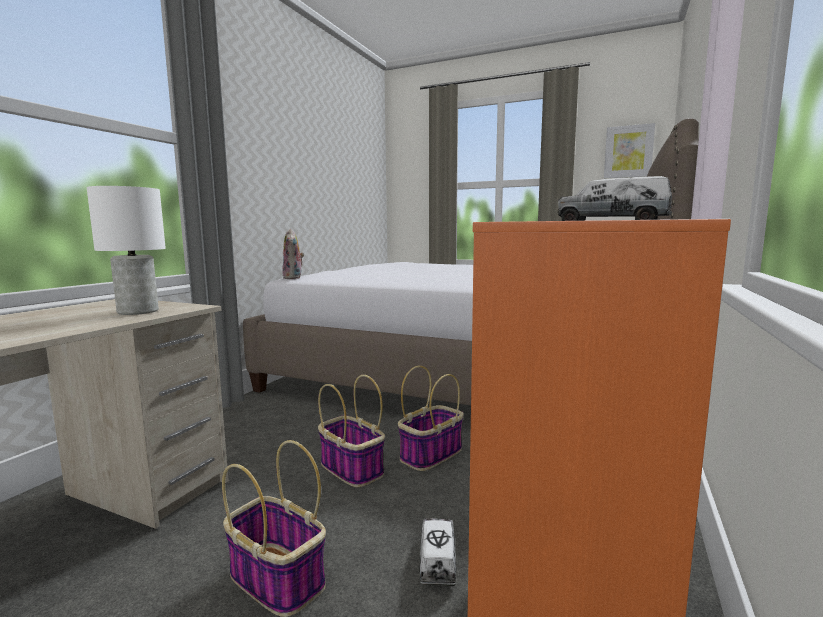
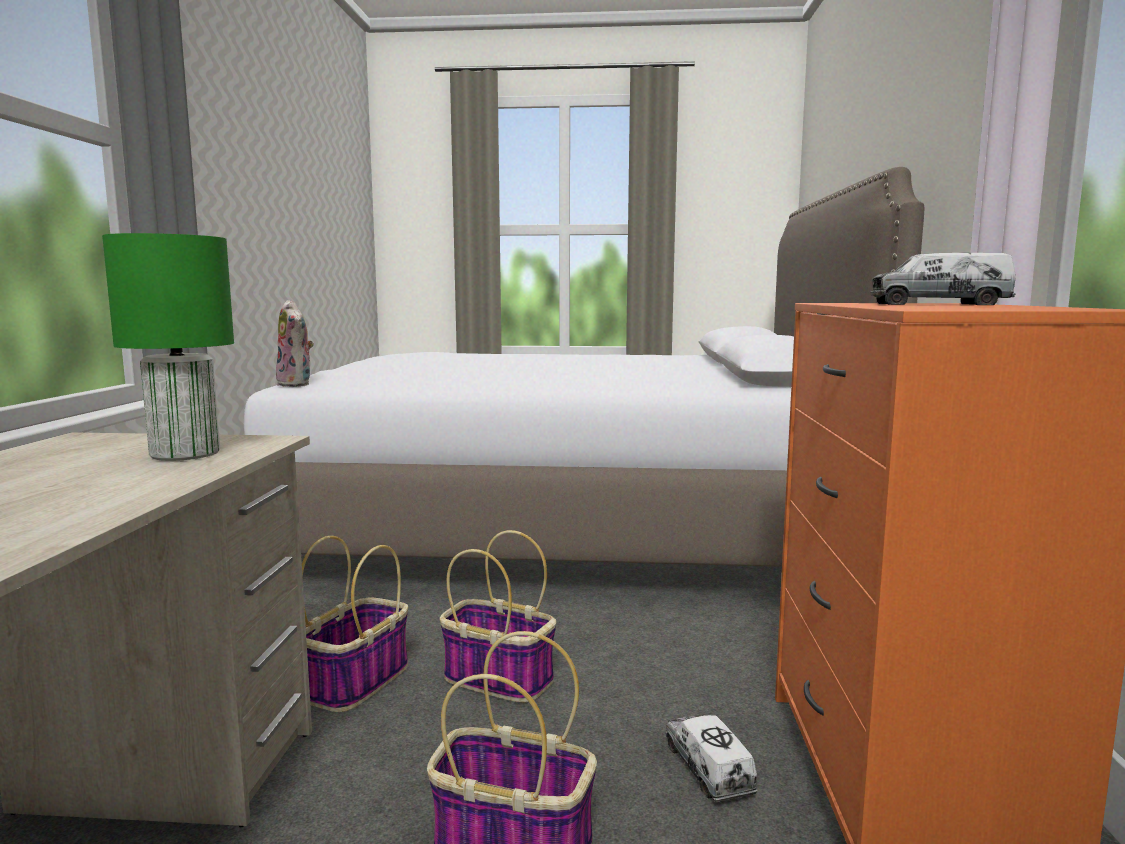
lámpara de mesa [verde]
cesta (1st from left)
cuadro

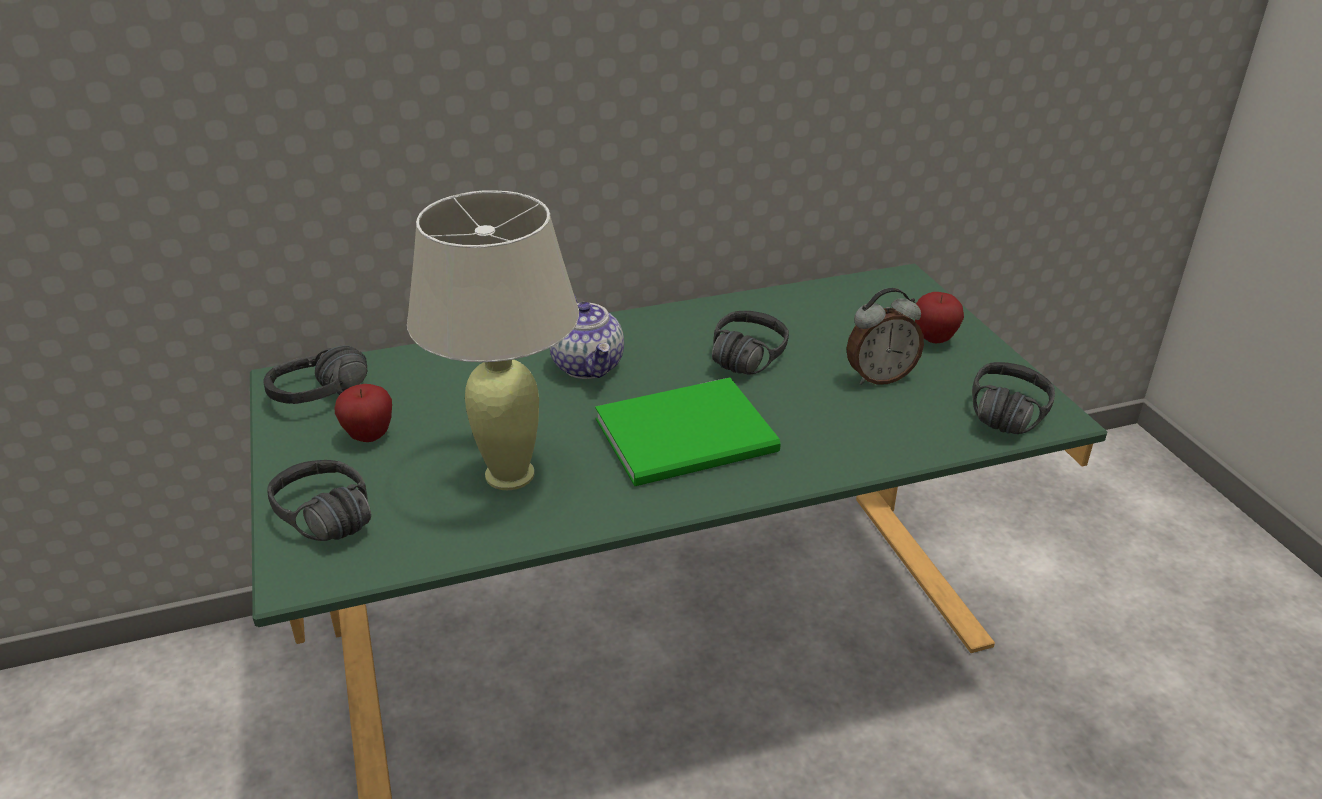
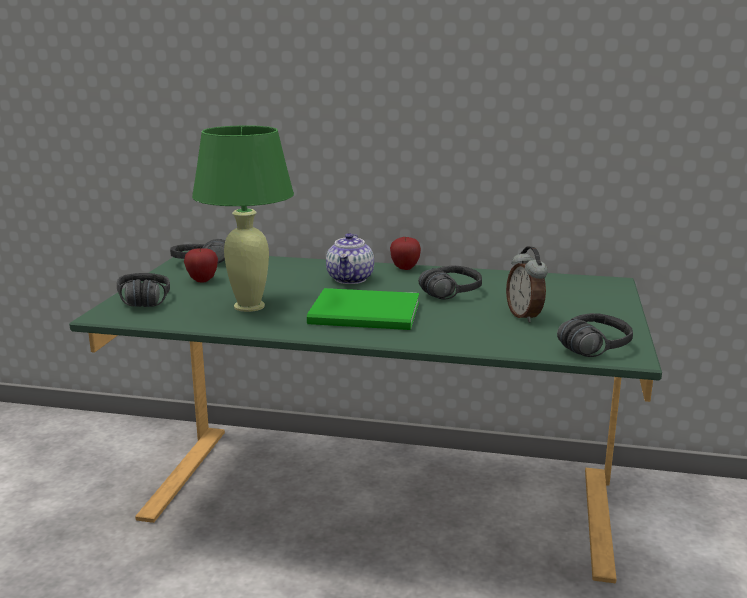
lámpara de mesa [verde]
manzana (2nd from left)
despertador

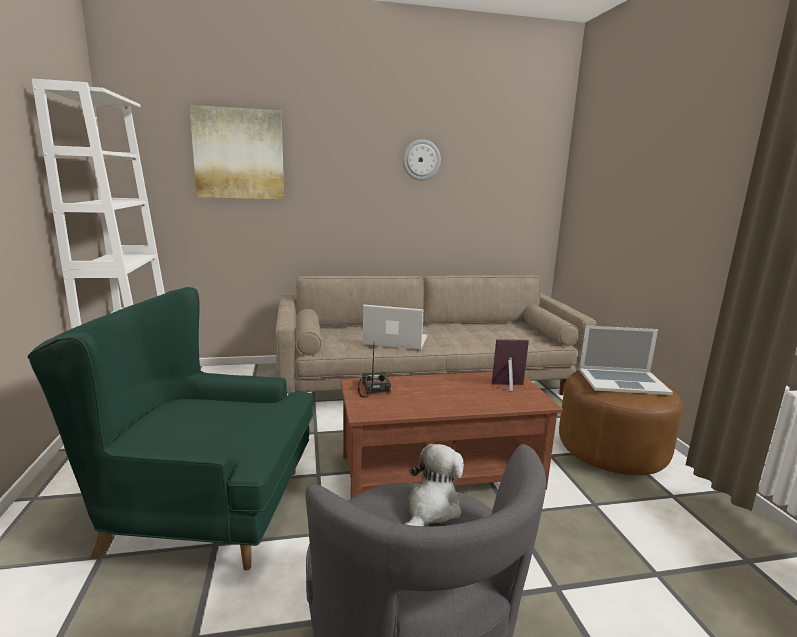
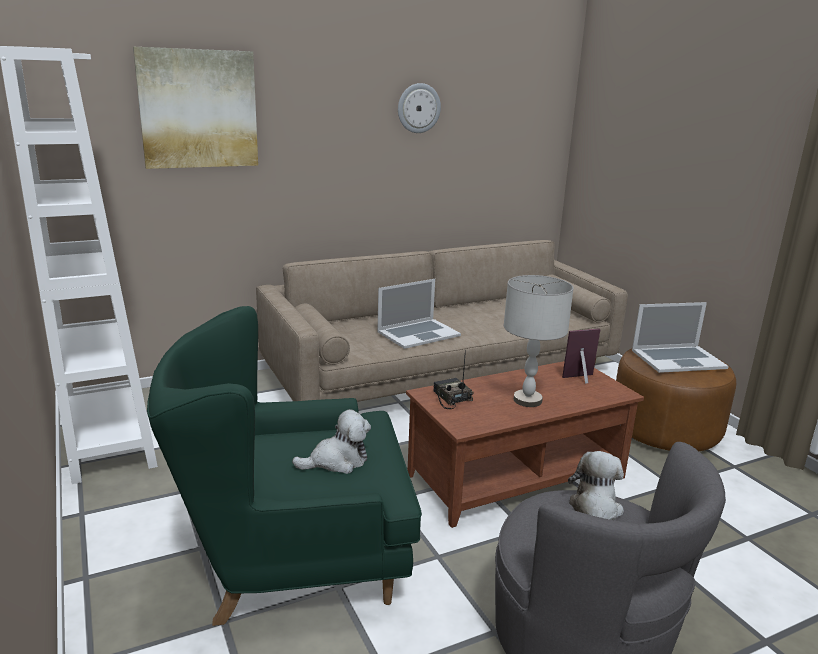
peluche (1st from left)
portátil (1st from left)
lámpara de mesa [gris]

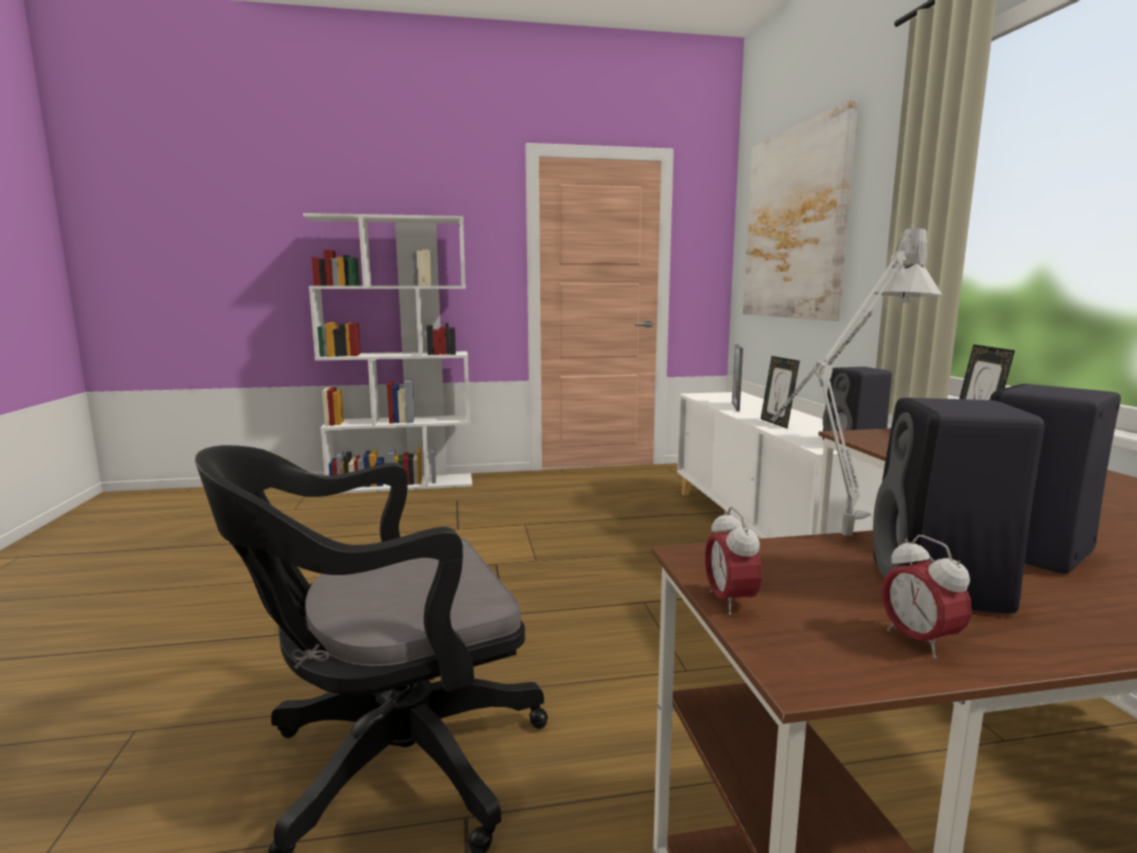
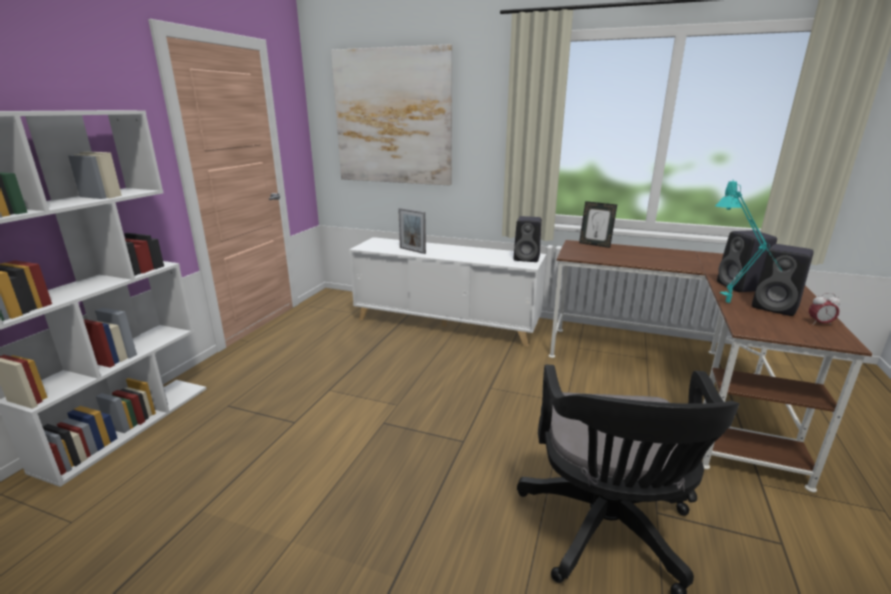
lámpara de mesa [turquesa]
despertador (1st from left in the first image)
portarretratos (2nd from left in the first image)

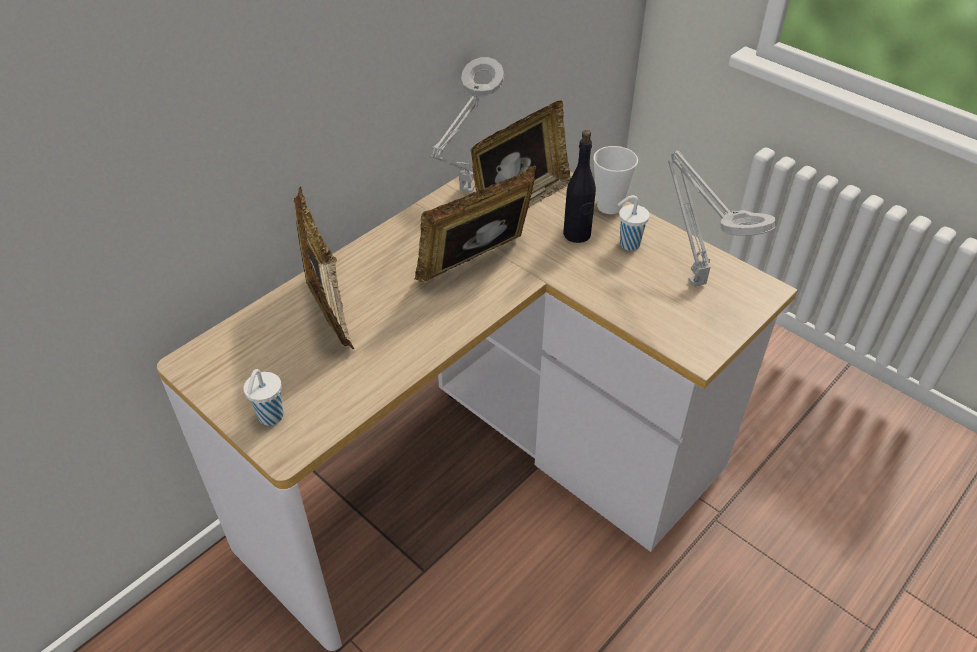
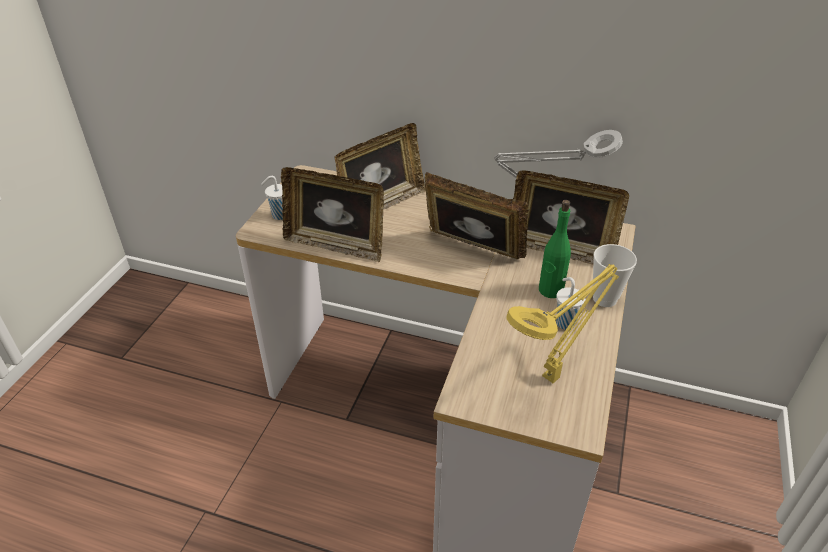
portarretratos (1st from left)
lámpara de mesa [amarillo]
botella [verde]

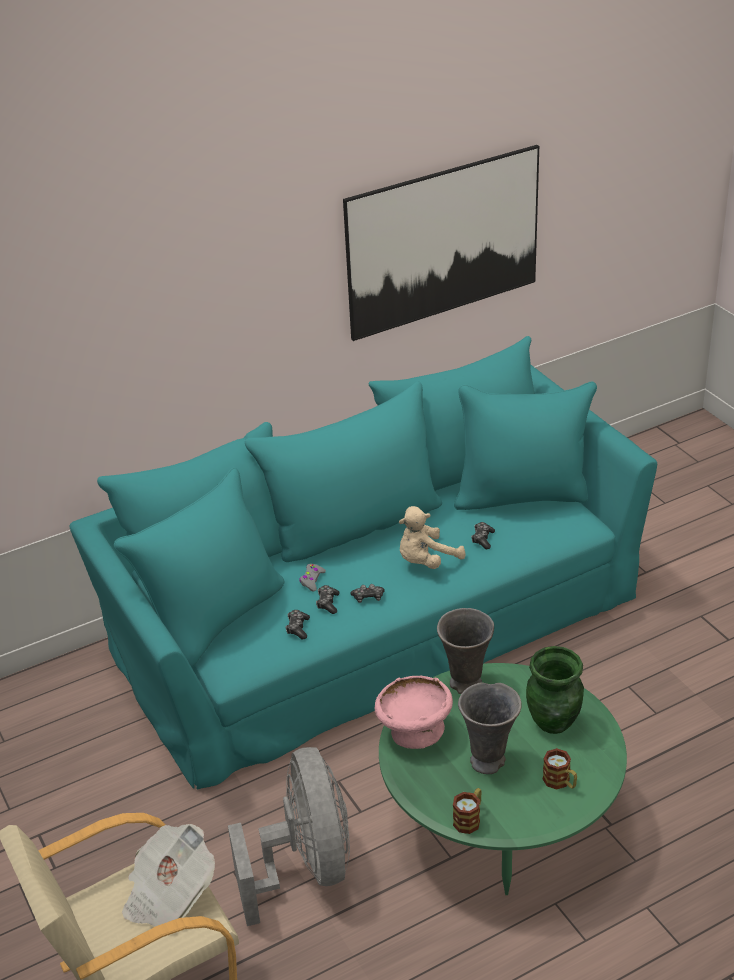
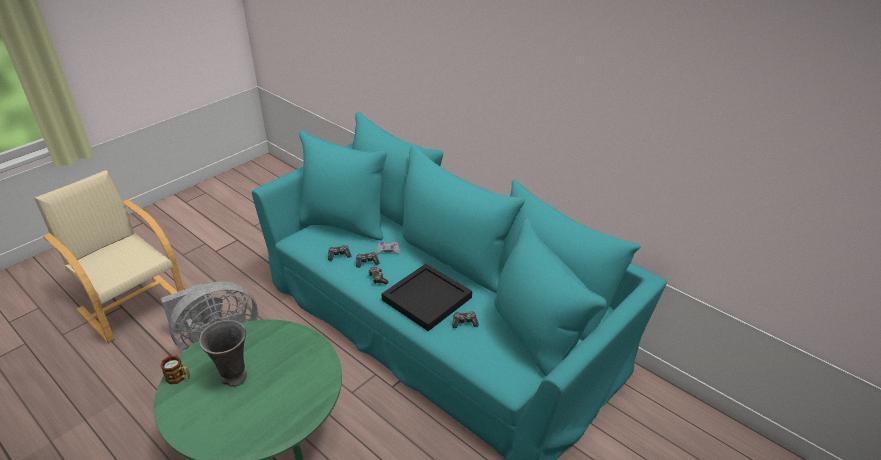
bandeja [negro]
periódico
cuadro
cuenco [rosa]
florero [gris] (1st from left in the first image)
florero [verde]
taza grande (2nd from left in the first image)

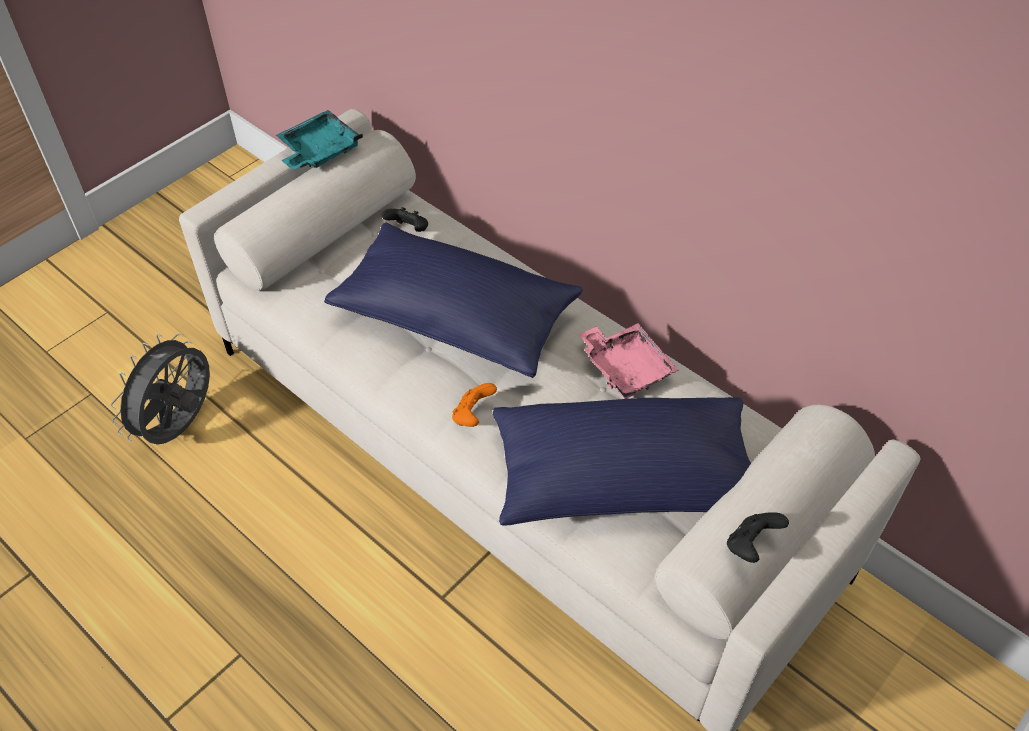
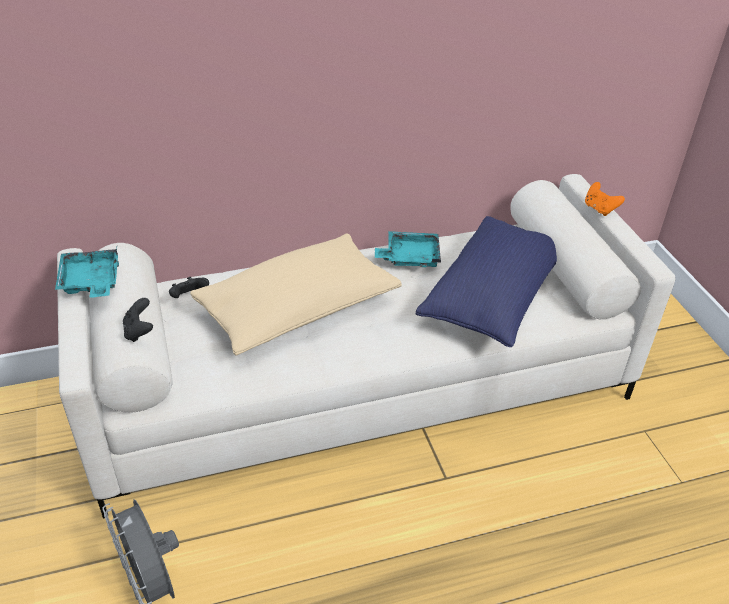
mando de consola [negro] (1st from left)
cojín [beis]
bandeja [turquesa] (2nd from left)
mando de consola [naranja]

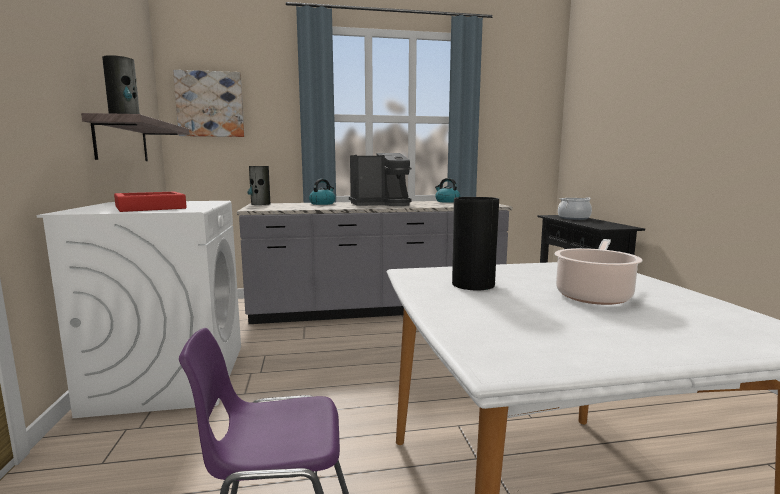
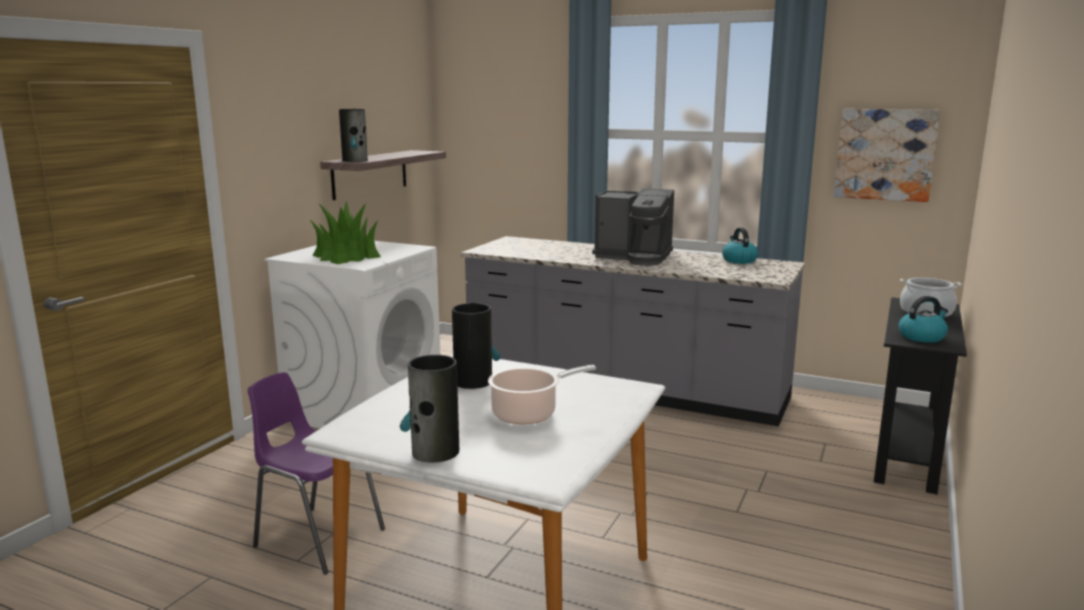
planta en maceta
florero (2nd from left)
cuadro
hervidor (2nd from left)

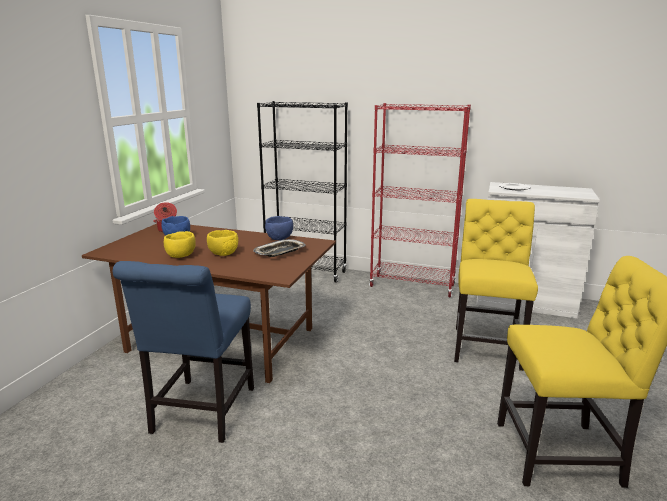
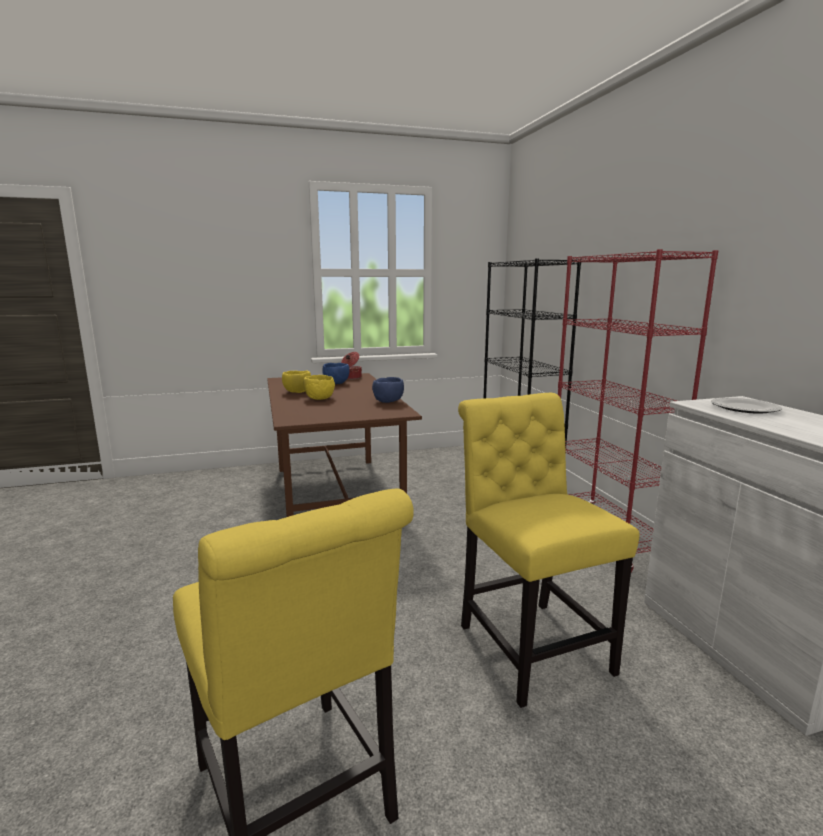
silla [amarillo] (2nd from left)
silla [azul]
bandeja

